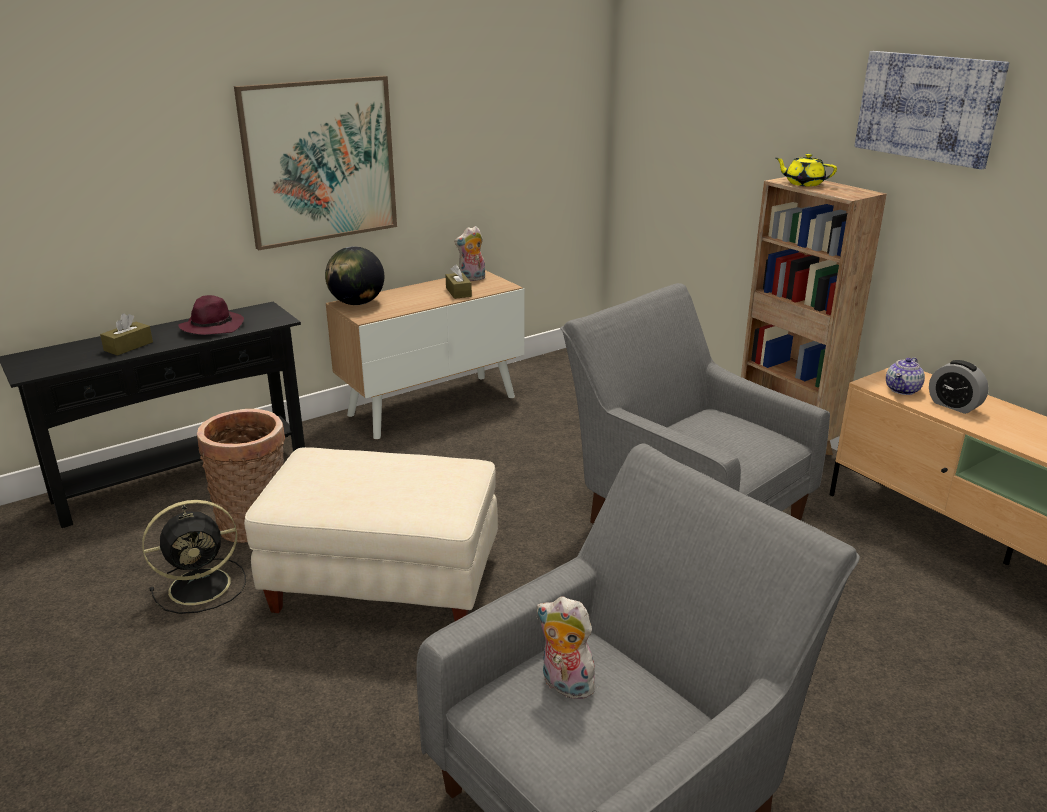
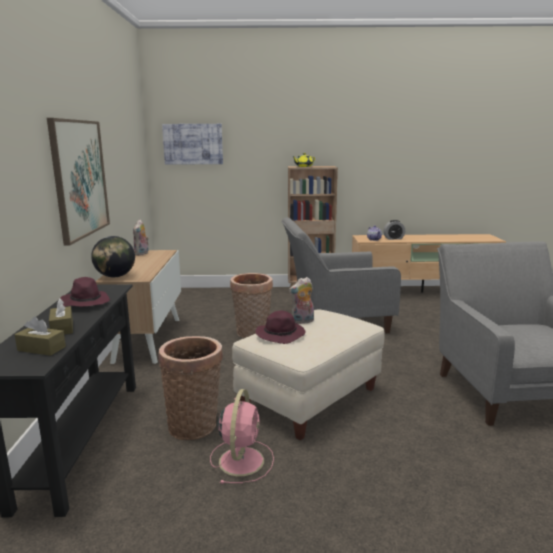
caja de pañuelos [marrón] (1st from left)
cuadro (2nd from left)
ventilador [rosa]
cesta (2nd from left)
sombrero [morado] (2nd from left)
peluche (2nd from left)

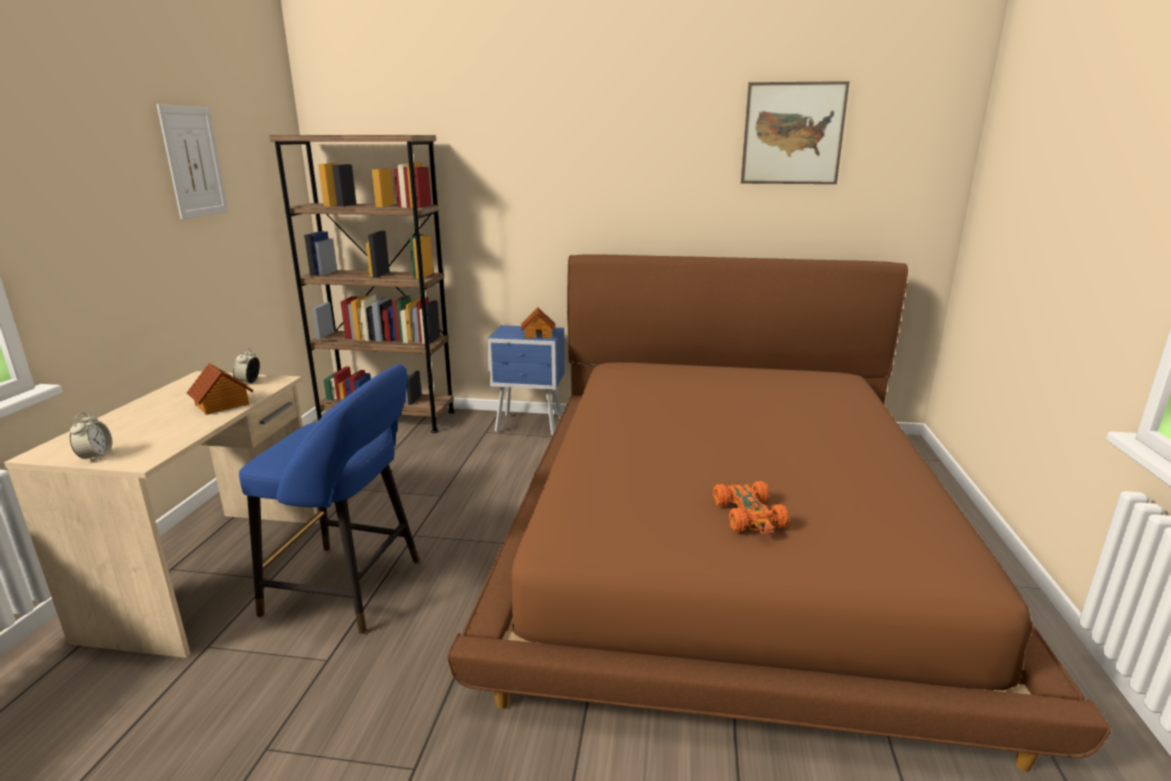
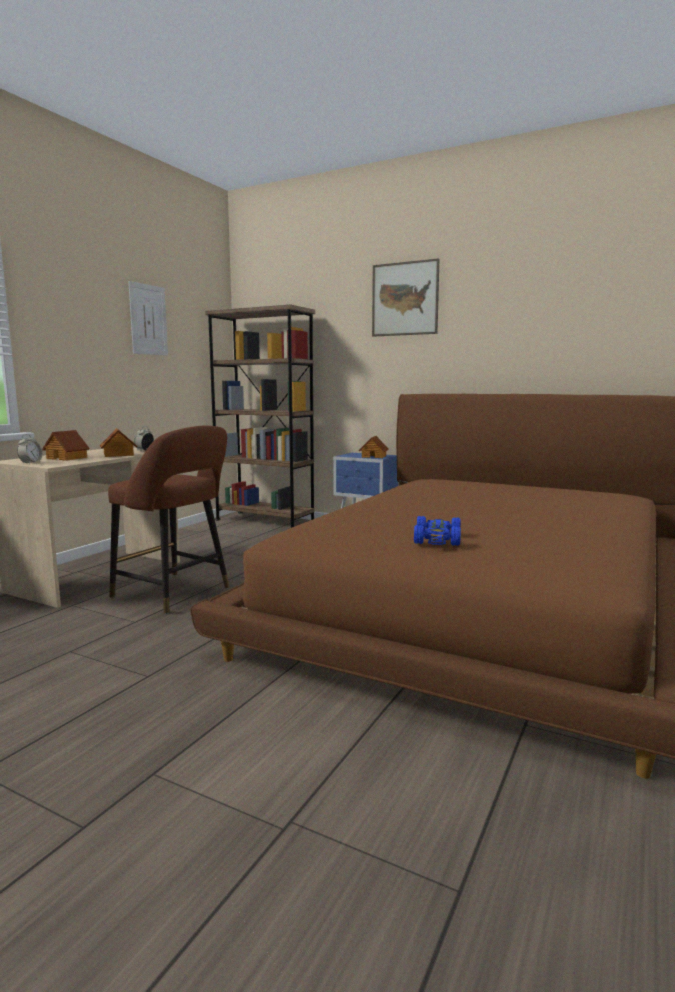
casita (1st from left)
taburete [marrón]
cuadro (2nd from left)
coche de juguete [azul]

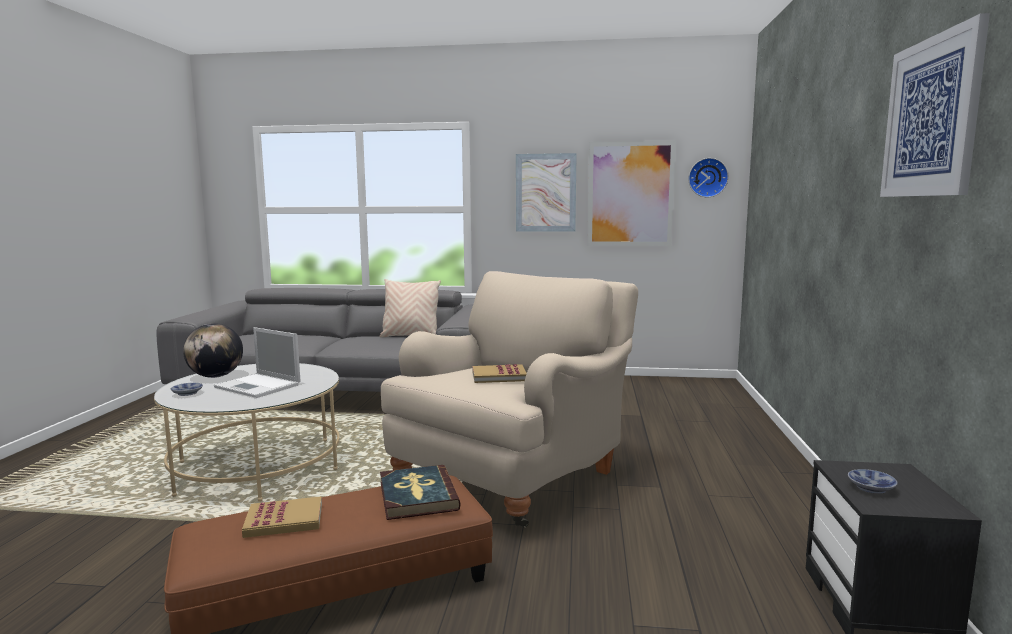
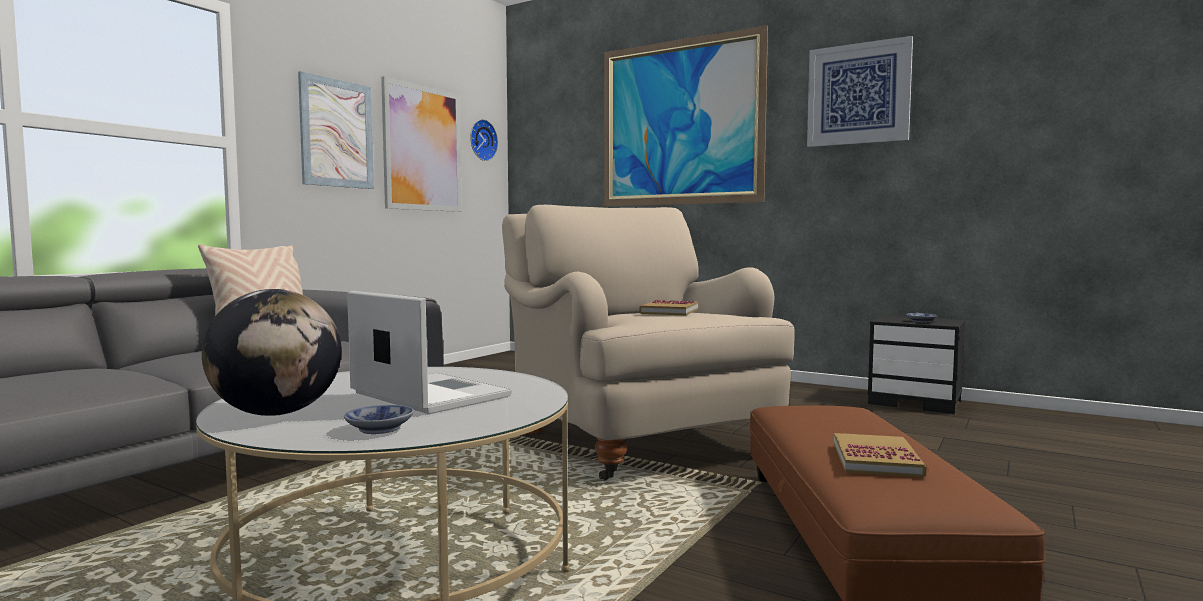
portátil
cuadro (3rd from left)
libro (2nd from left in the first image)

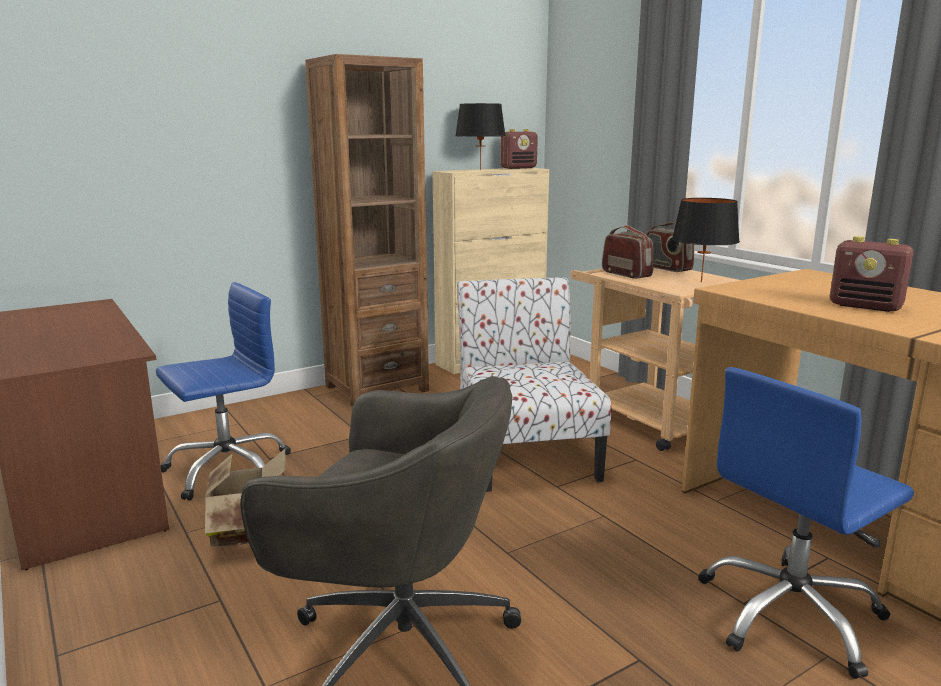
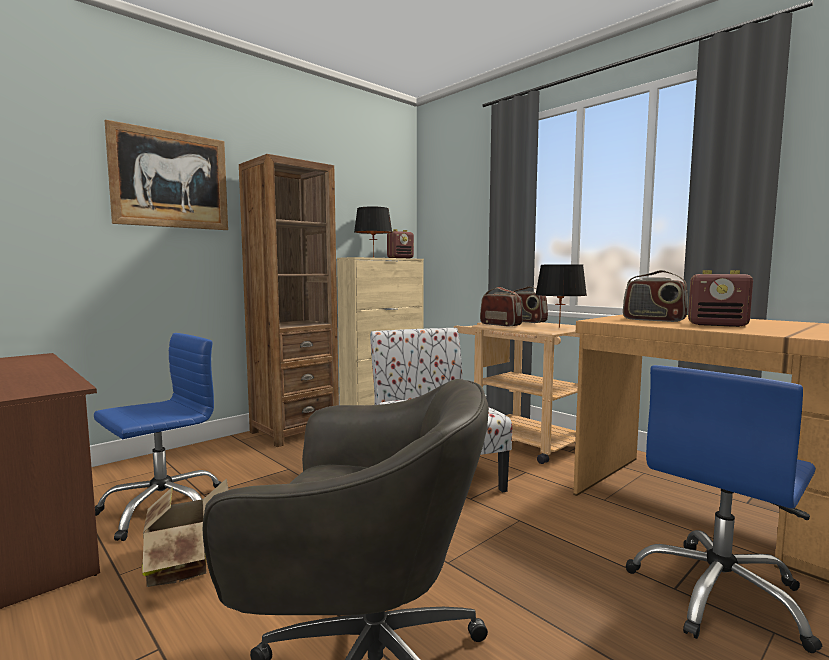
cuadro
radio (4th from left)

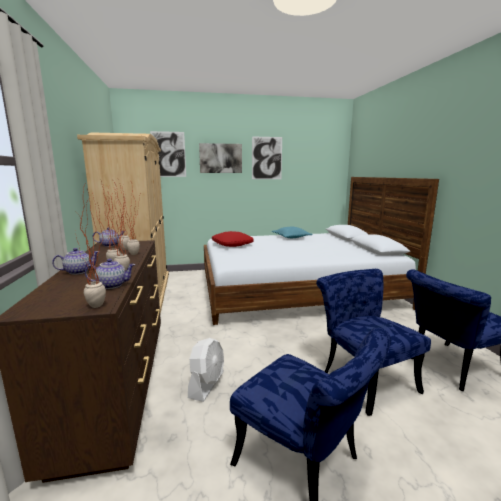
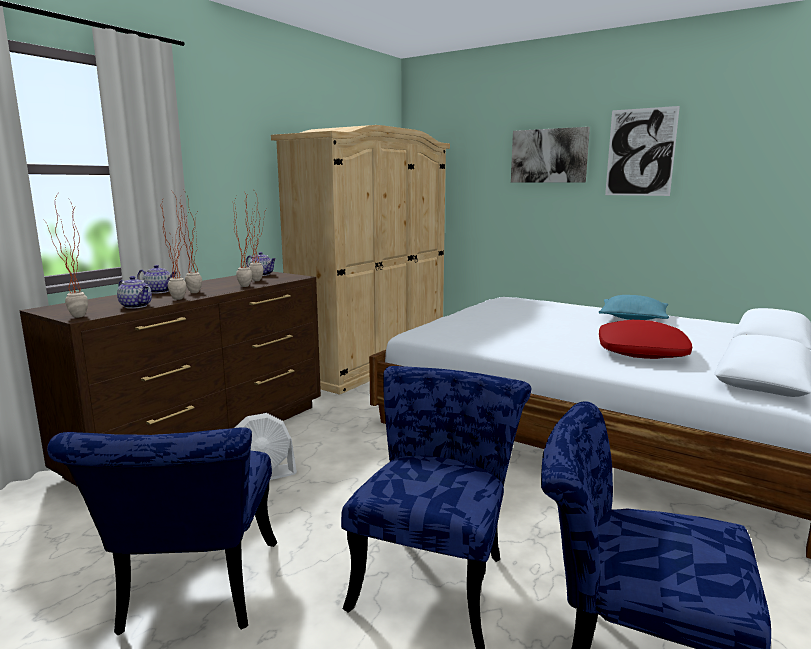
cojín [rojo]
cuadro (1st from left in the first image)

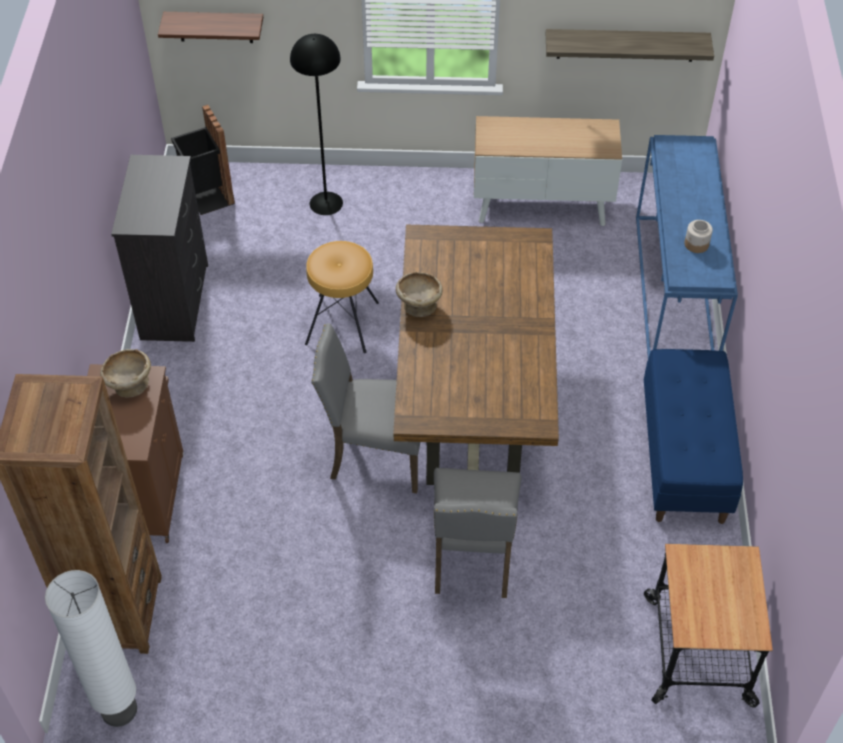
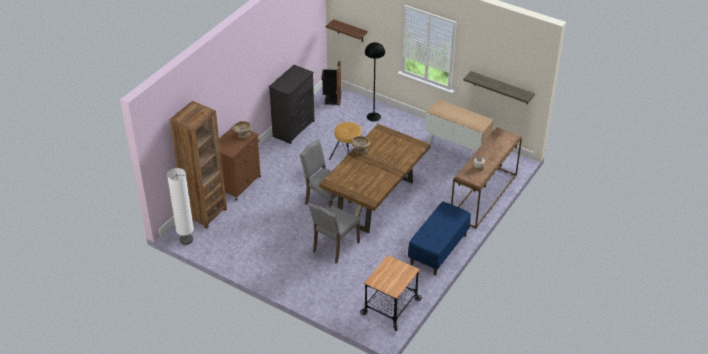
mesa consola [marrón]

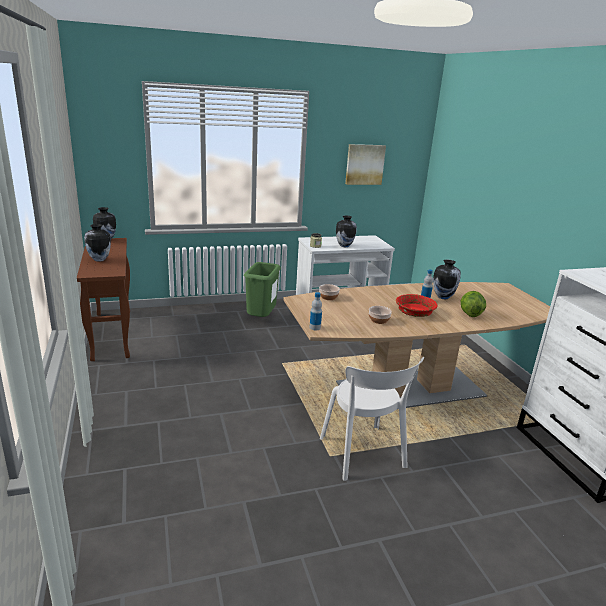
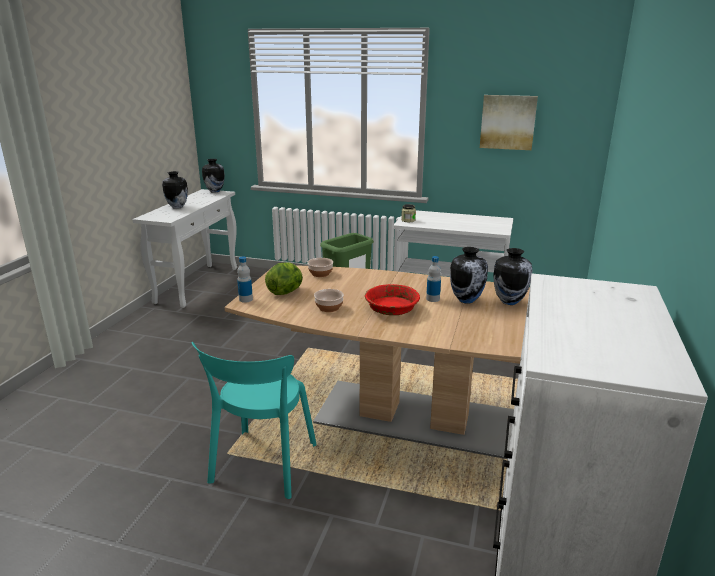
mesa consola [blanco]
silla [turquesa]
lechuga
florero (4th from left)

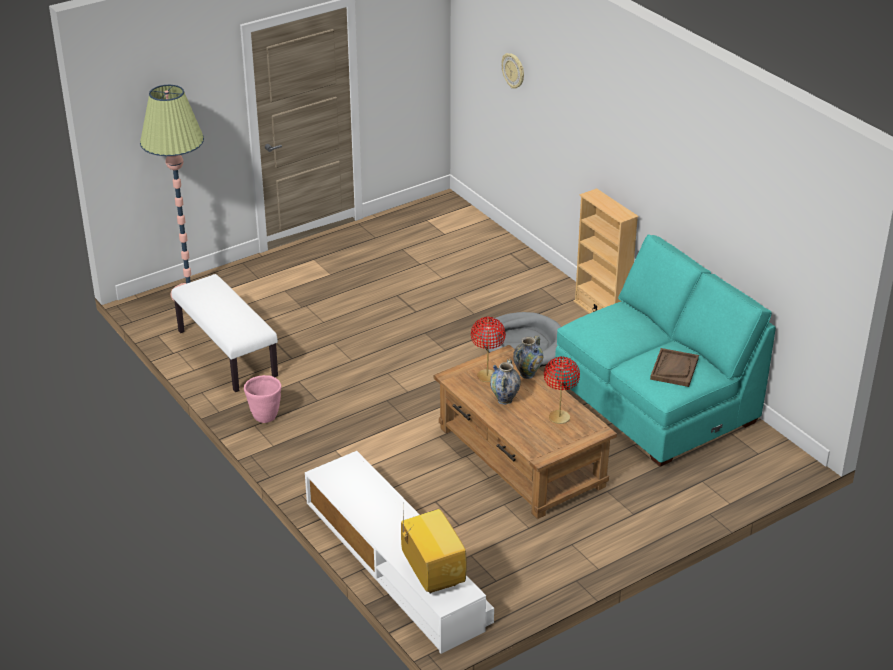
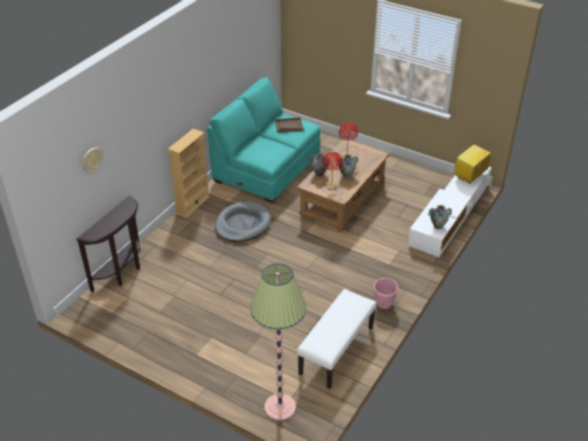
mesa consola [marrón]
florero (3rd from left)

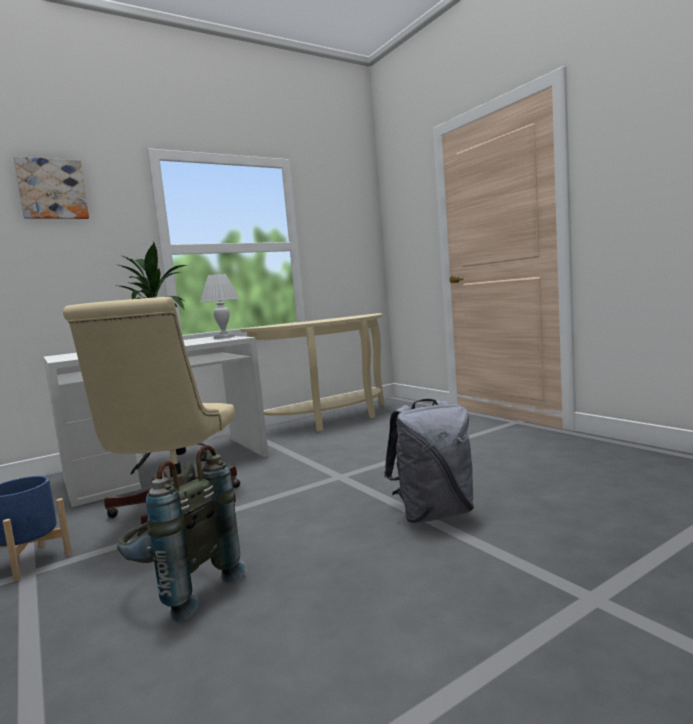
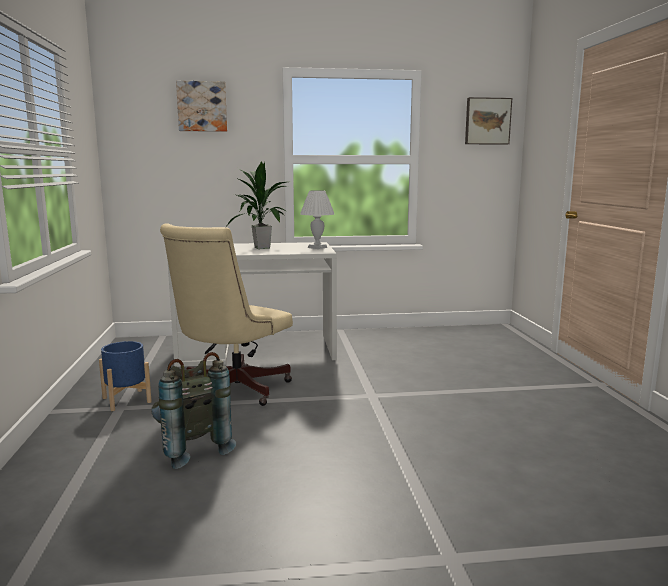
cuadro (2nd from left)
mesa consola [beis]
mochila [gris] (2nd from left in the first image)

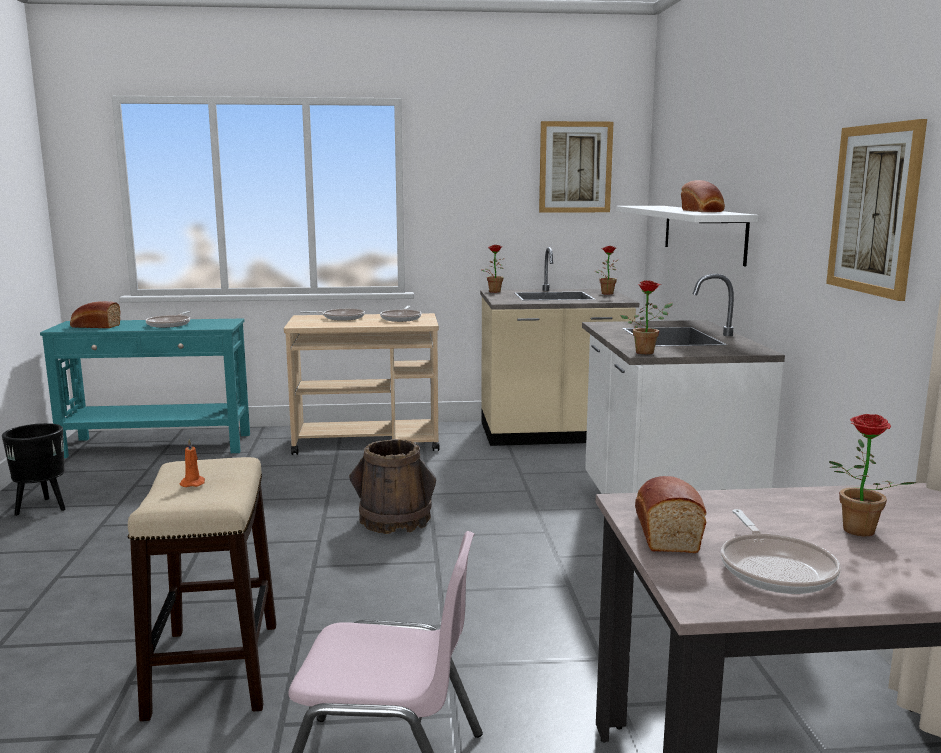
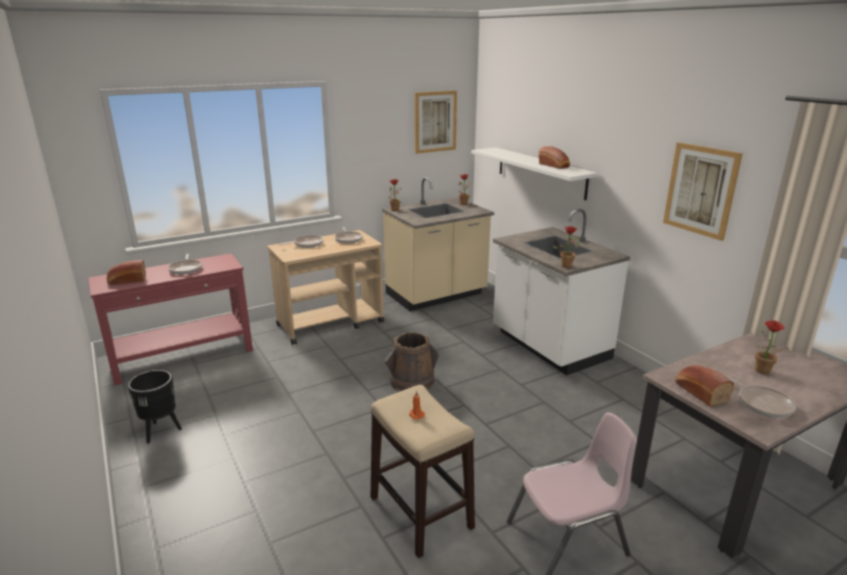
mesa consola [rojo]

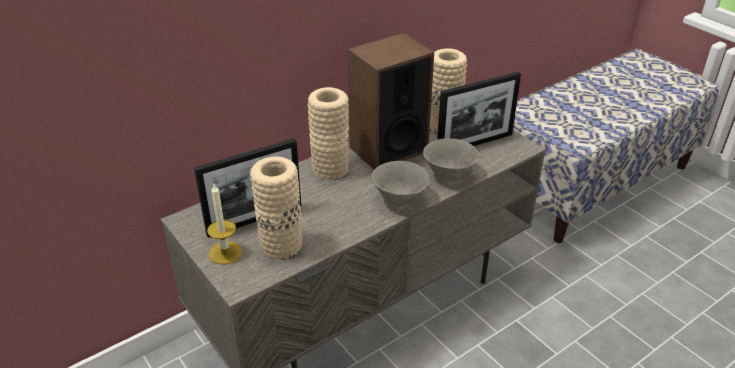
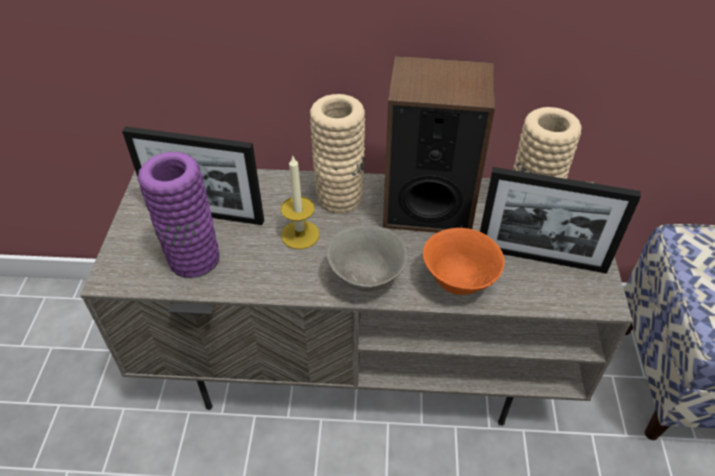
florero [morado]
vela
cuenco [naranja]

